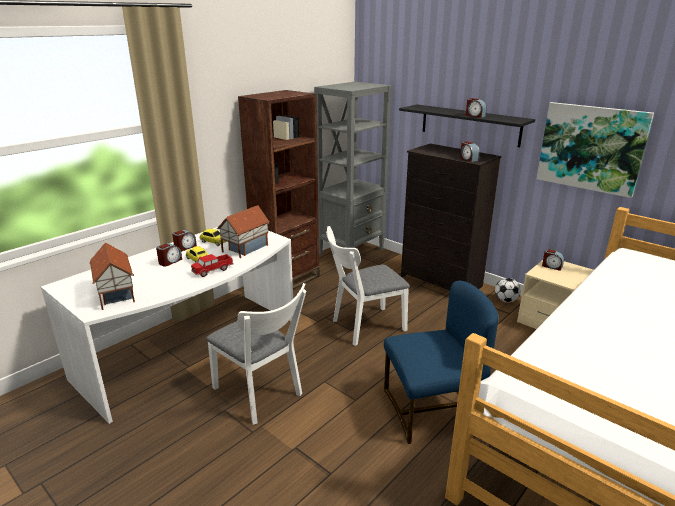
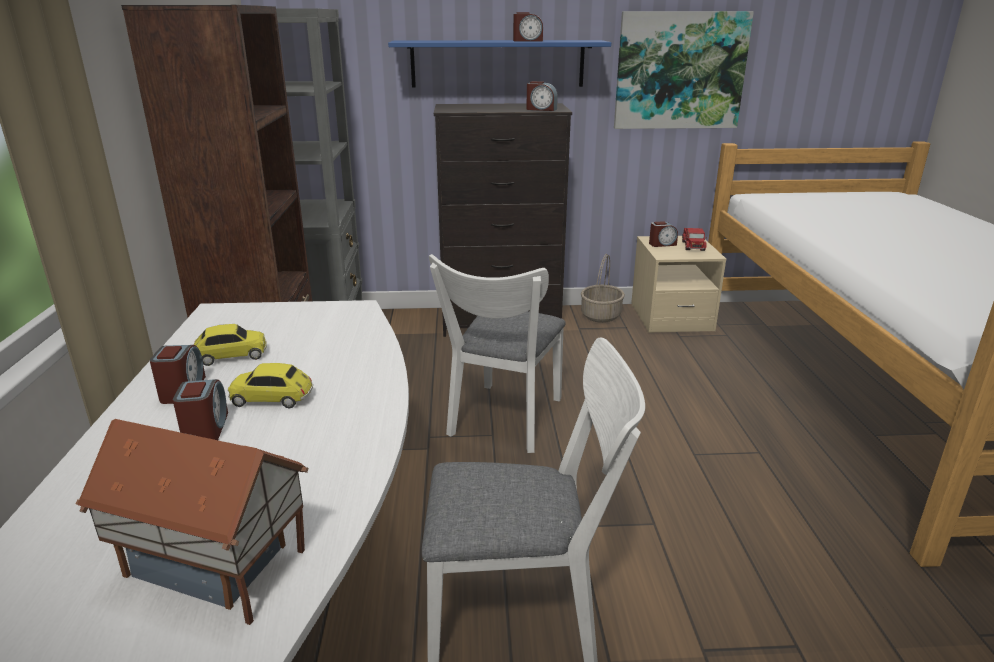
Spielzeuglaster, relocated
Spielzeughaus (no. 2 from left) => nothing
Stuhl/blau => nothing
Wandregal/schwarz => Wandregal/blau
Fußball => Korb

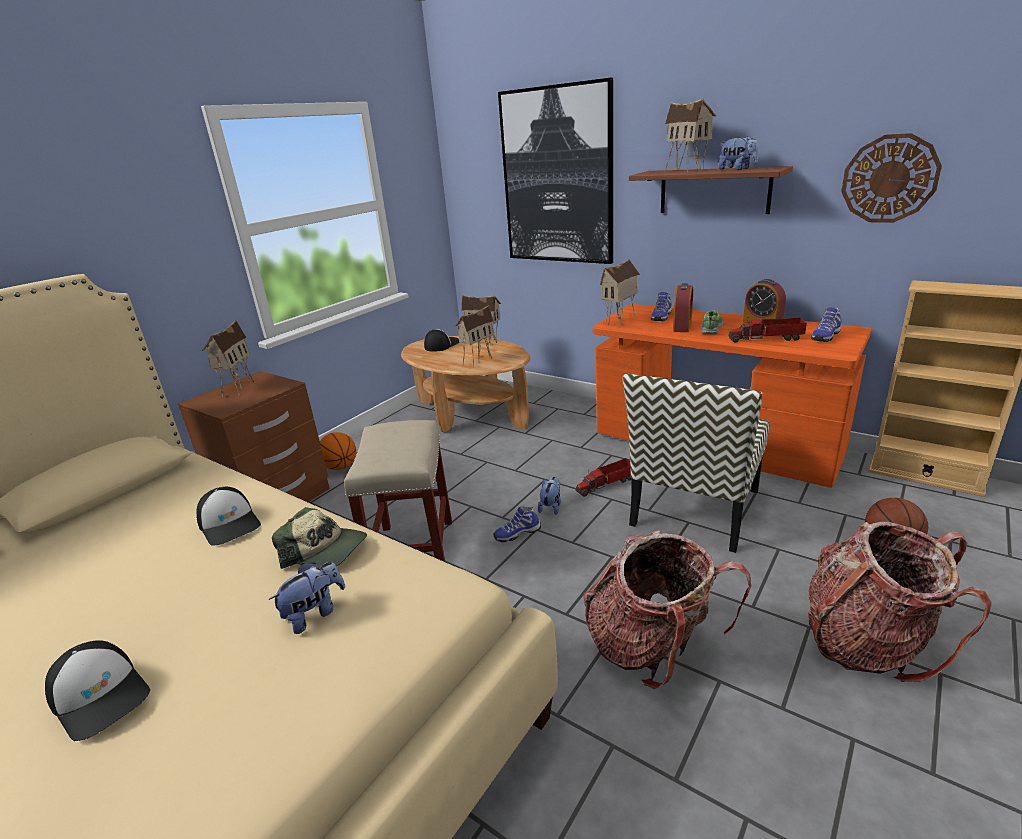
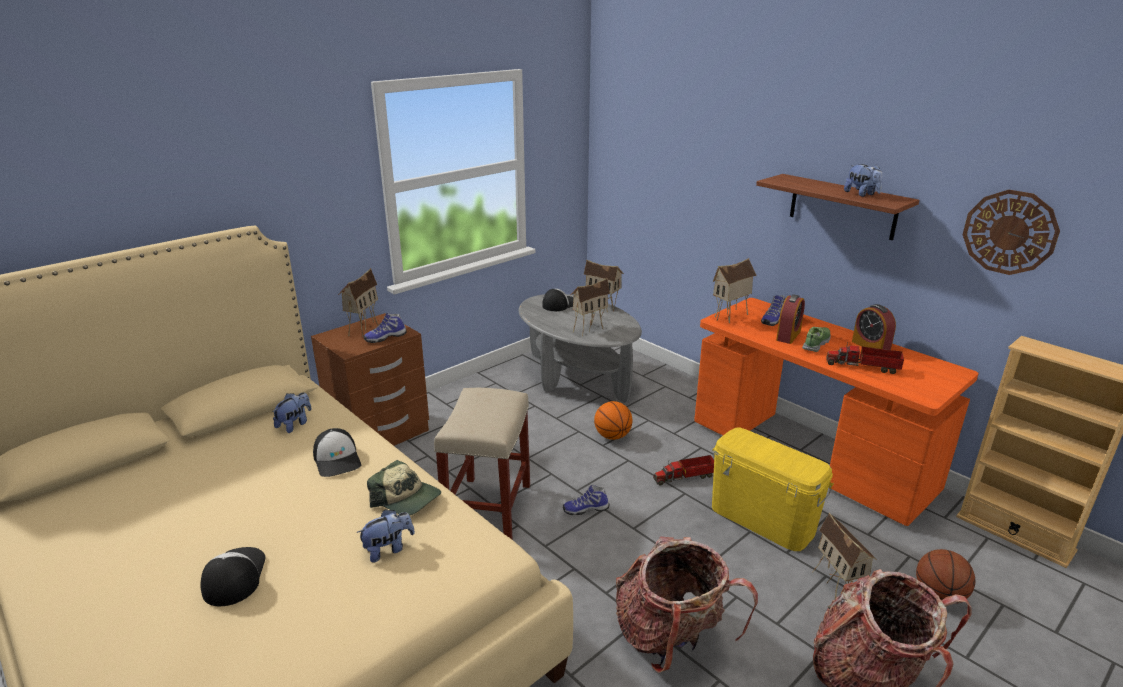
Kappe (no. 1 from left), 150 degrees counterclockwise
Basketball (no. 1 from left), relocated
Couchtisch/braun => Couchtisch/grau
Bild => nothing
Plüschtier (no. 2 from left in the first image) => Plüschtier (no. 1 from left), relocated
Stuhl => Aufbewahrungsbox/gelb
Spielzeughaus (no. 5 from left), relocated
Schuh (no. 4 from left in the first image) => Schuh (no. 1 from left), relocated

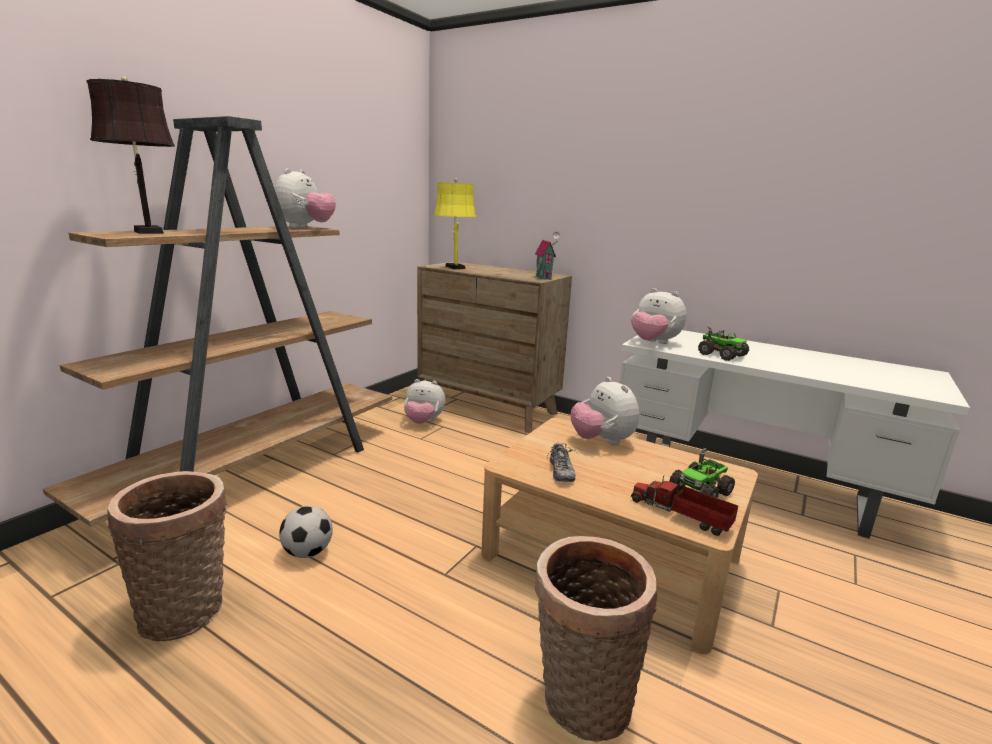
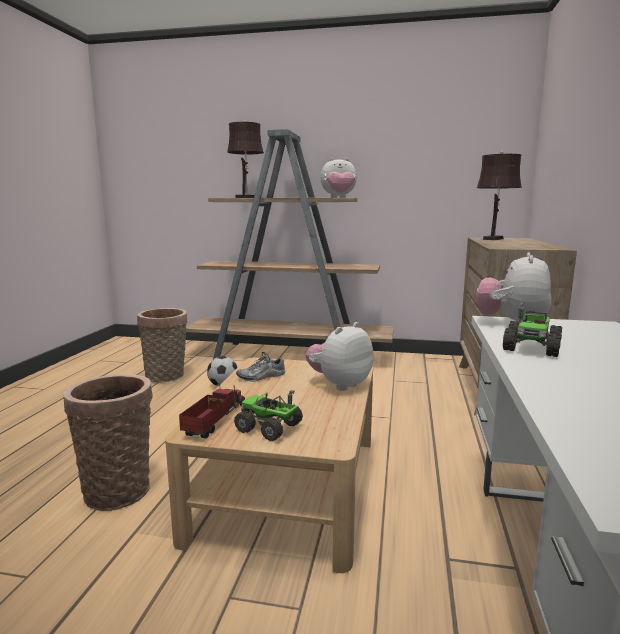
Plüschtier (no. 2 from left) => nothing
Tischlampe/gelb => Tischlampe/braun (no. 2 from left)
Spielzeughaus => nothing

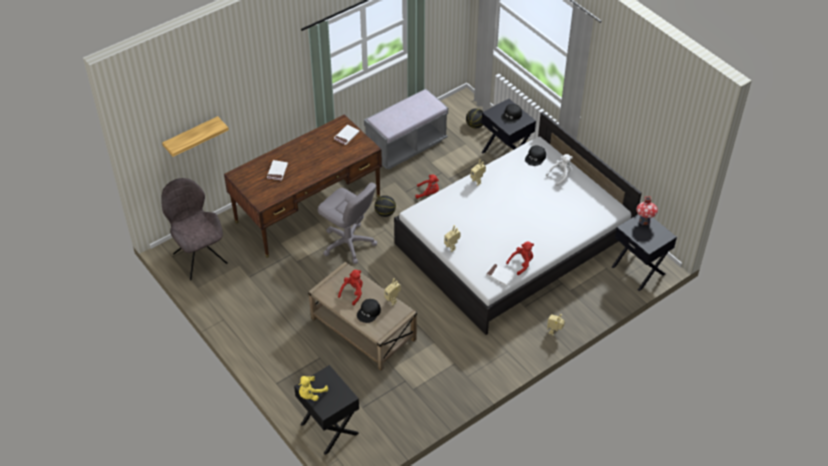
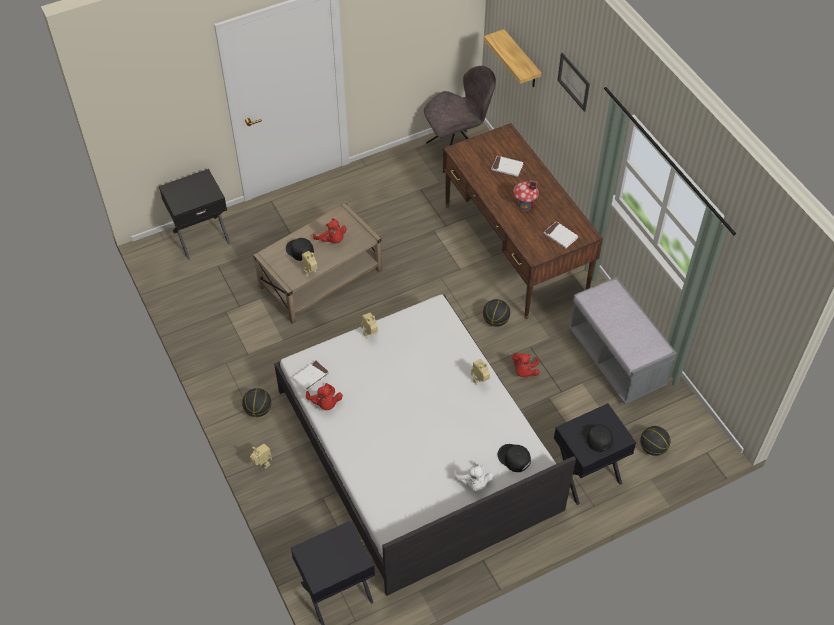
Plüschtier/gelb => nothing
Bürostuhl/grau => nothing
Spielzeughaus, relocated
nothing => Basketball (no. 1 from left)
nothing => Bild

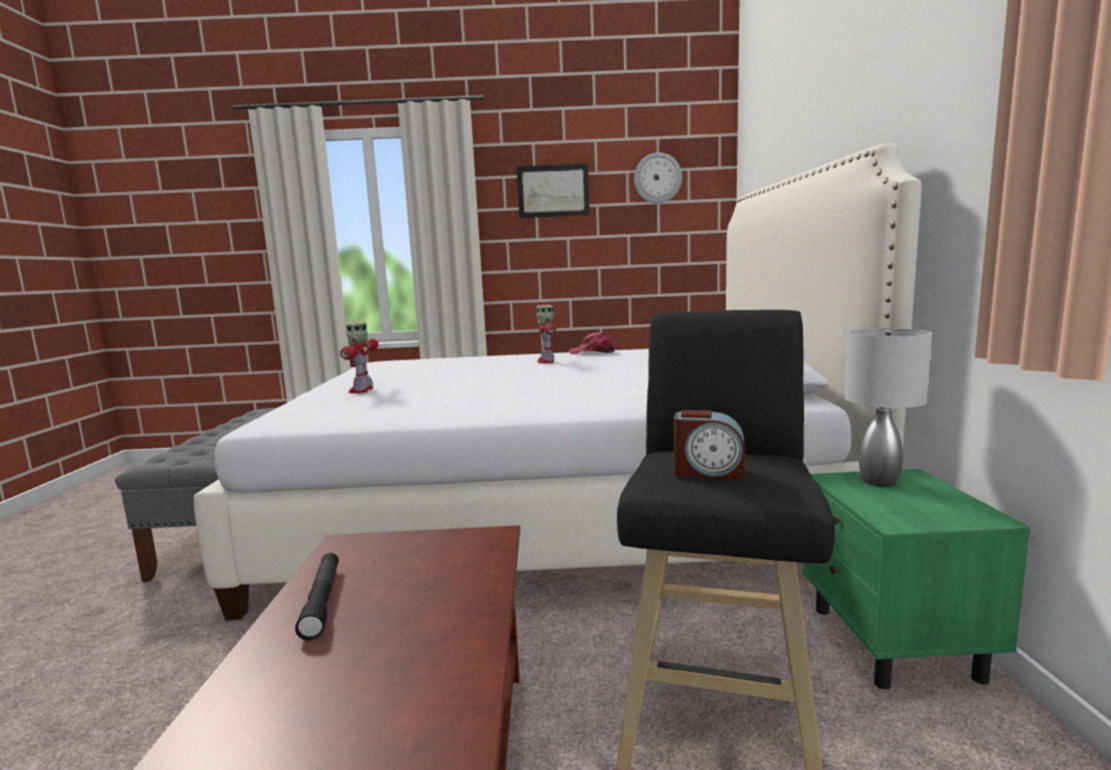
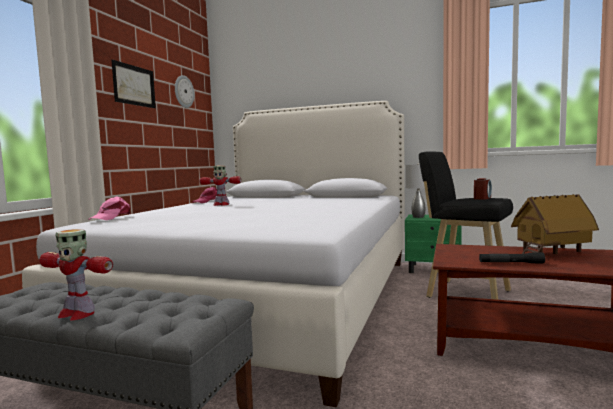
Spielzeugroboter (no. 1 from left), relocated
nothing => Kappe/rosa (no. 1 from left)
nothing => Spielzeughaus

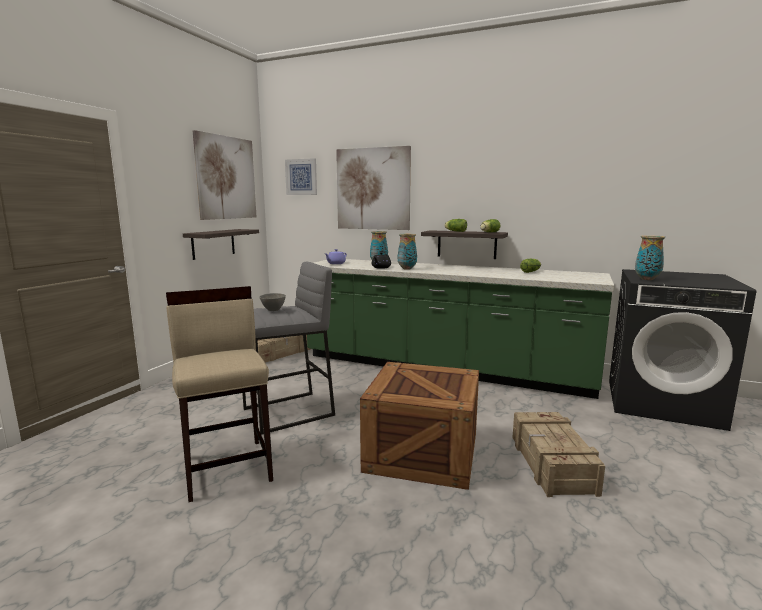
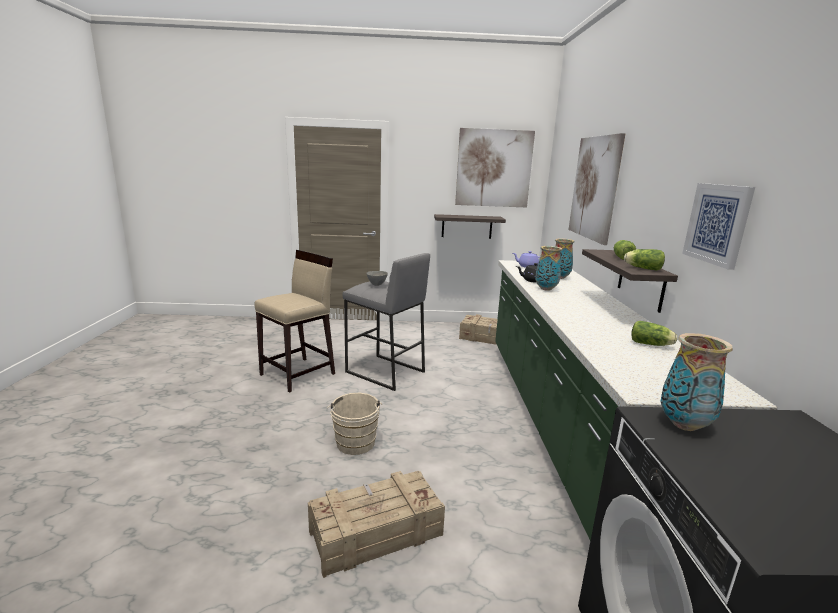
Bild (no. 2 from left in the first image) => Bild (no. 3 from left), relocated
Kiste (no. 2 from left) => Eimer/beige

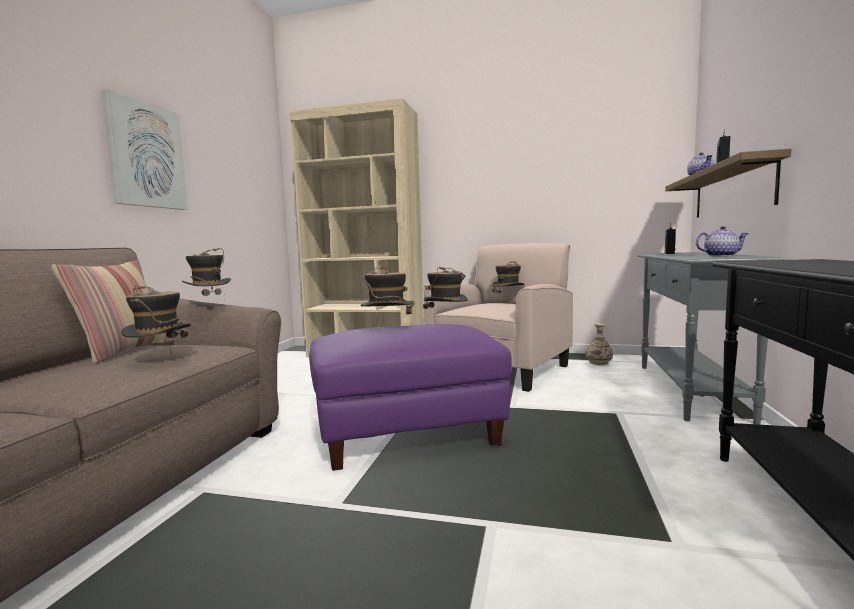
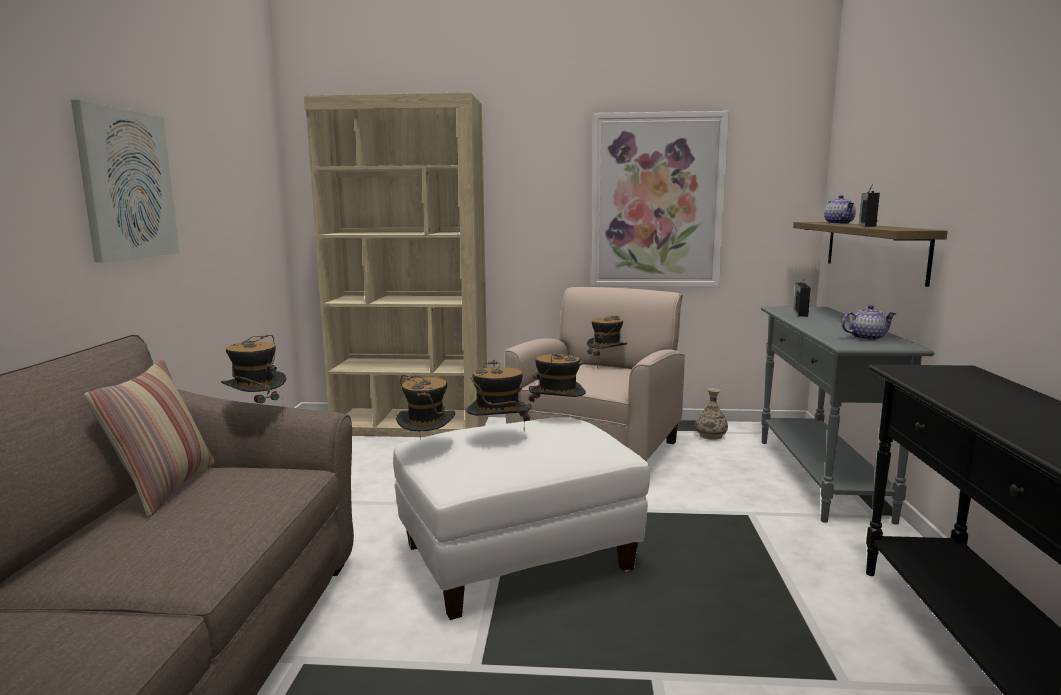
Hut (no. 1 from left in the first image) => Hut (no. 2 from left), relocated
Polsterhocker/lila => Polsterhocker/weiß
nothing => Bild (no. 2 from left)

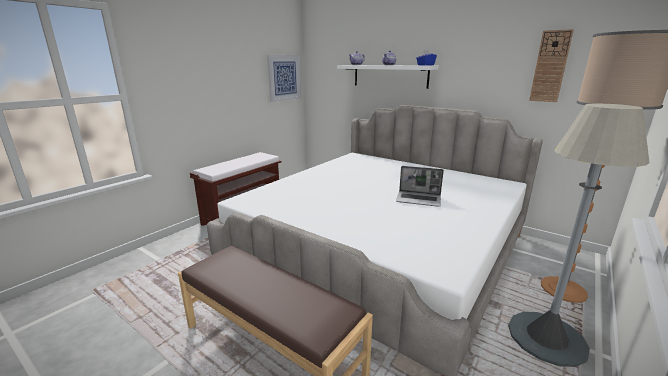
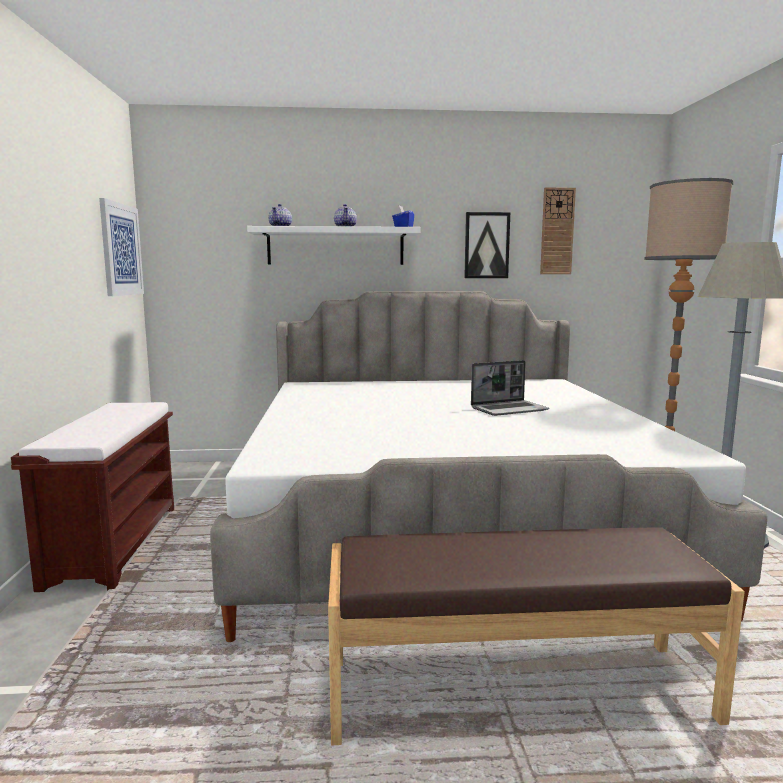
nothing => Bild (no. 2 from left)

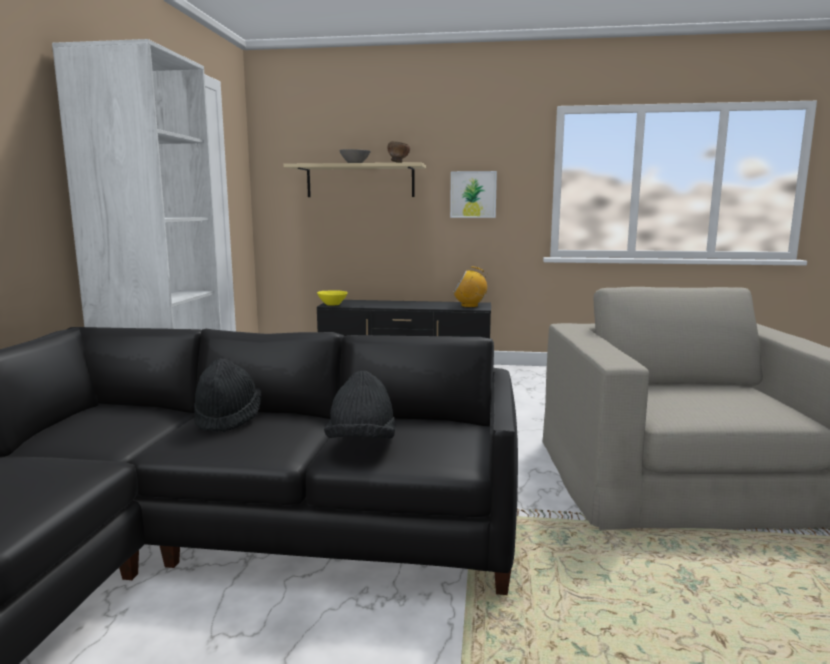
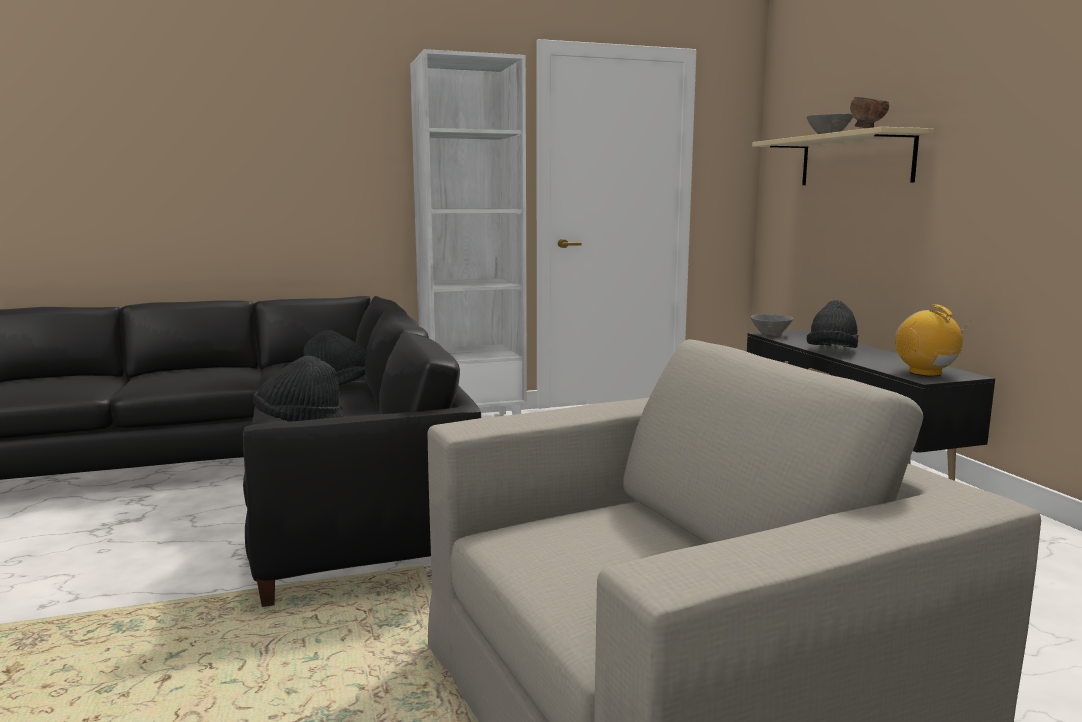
Schüssel/gelb => Schüssel/grau (no. 1 from left)
Bild => nothing
nothing => Hut/schwarz (no. 3 from left)

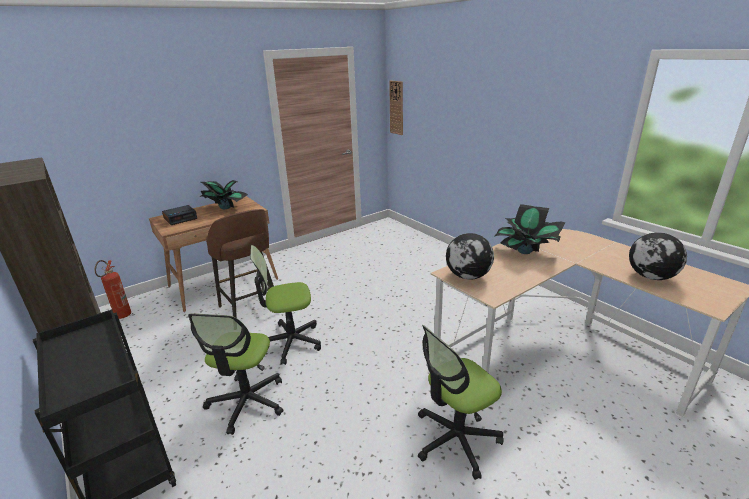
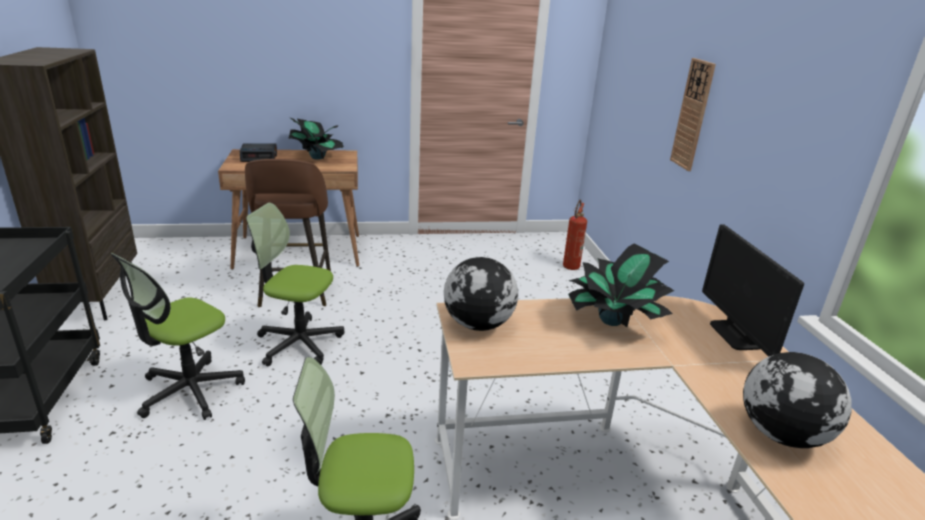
Feuerlöscher, relocated
Wanduhr, relocated
nothing => Monitor

